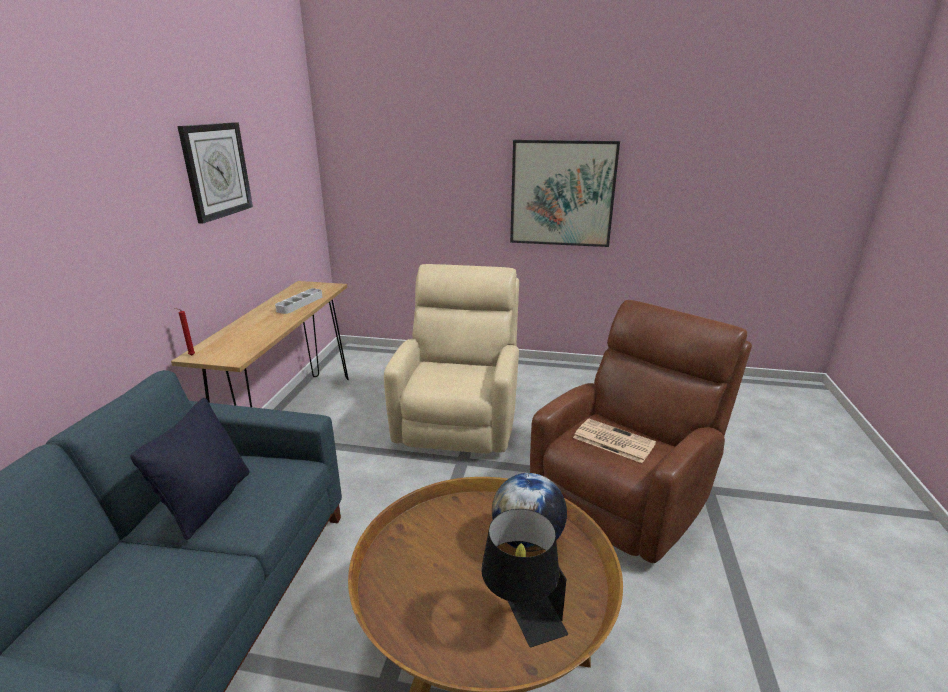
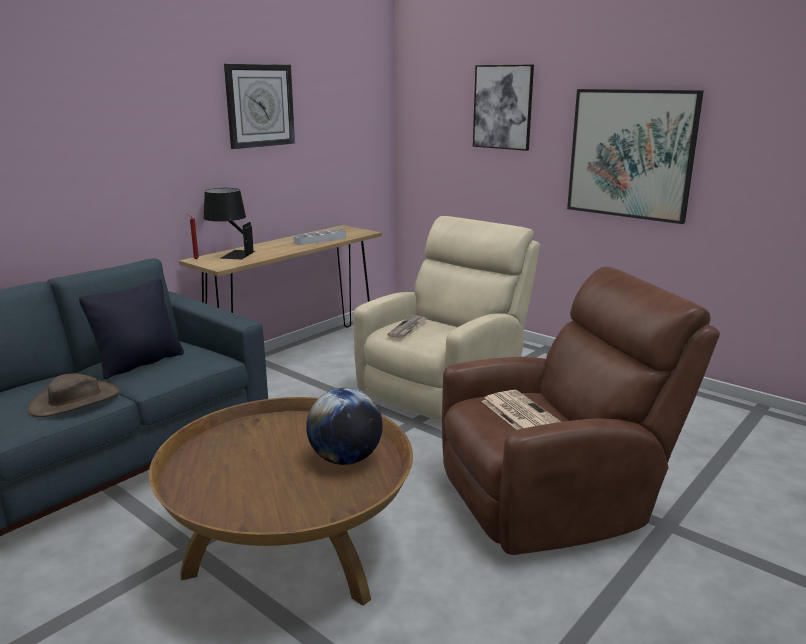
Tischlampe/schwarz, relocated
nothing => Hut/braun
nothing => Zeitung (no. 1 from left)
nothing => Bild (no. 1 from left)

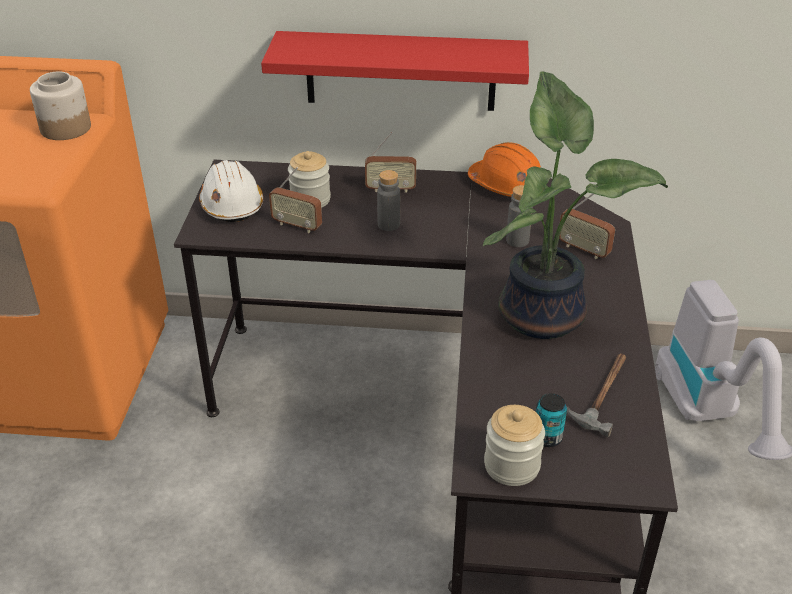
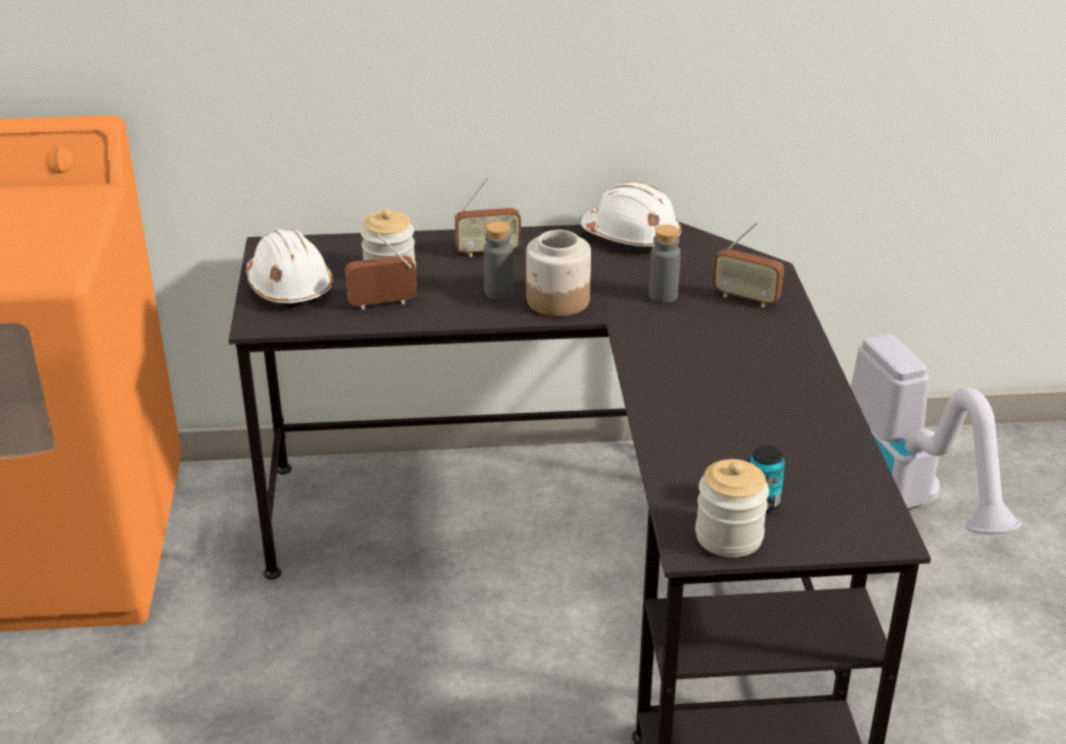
Vorratsglas (no. 1 from left in the first image) => Vorratsglas (no. 2 from left), relocated
Wandregal/rot => nothing
Radio (no. 1 from left), 150 degrees clockwise
Schutzhelm/orange => Schutzhelm/weiß (no. 2 from left)
Topfpflanze => nothing
Hammer => nothing

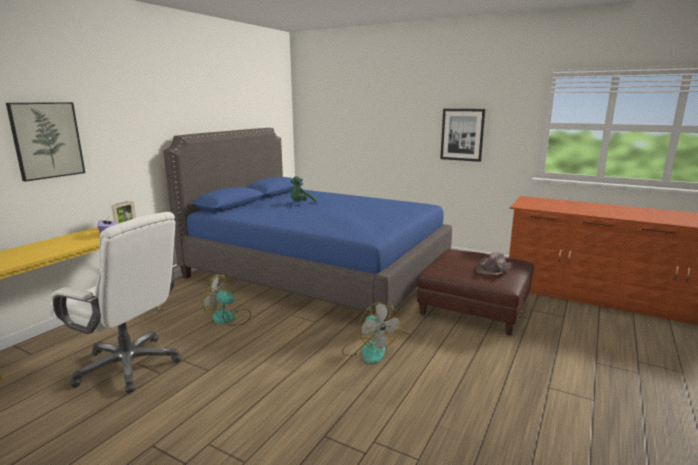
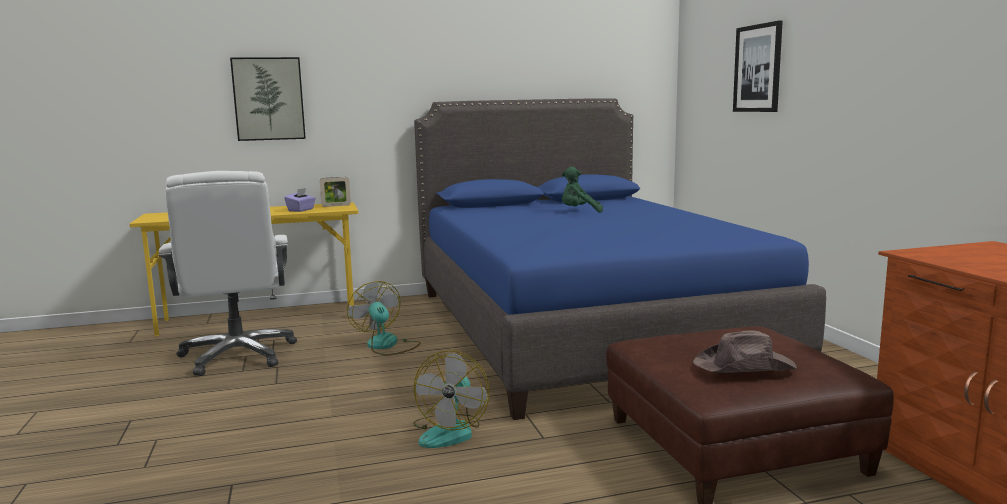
Bild (no. 2 from left), relocated

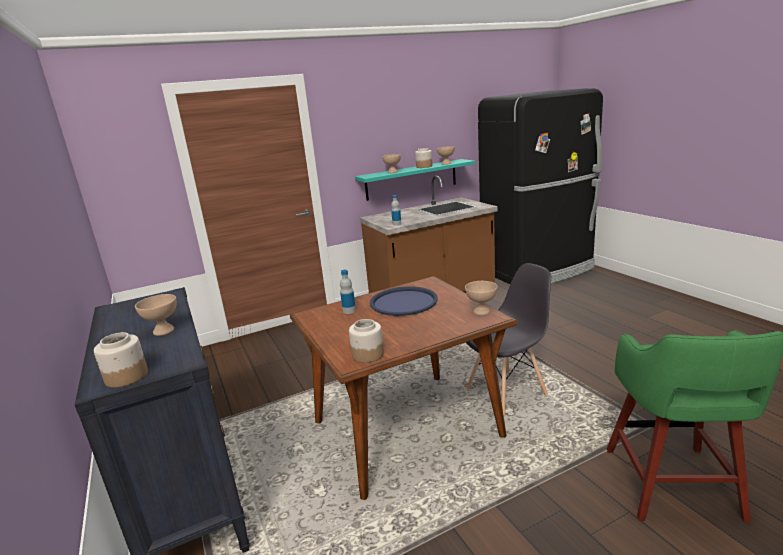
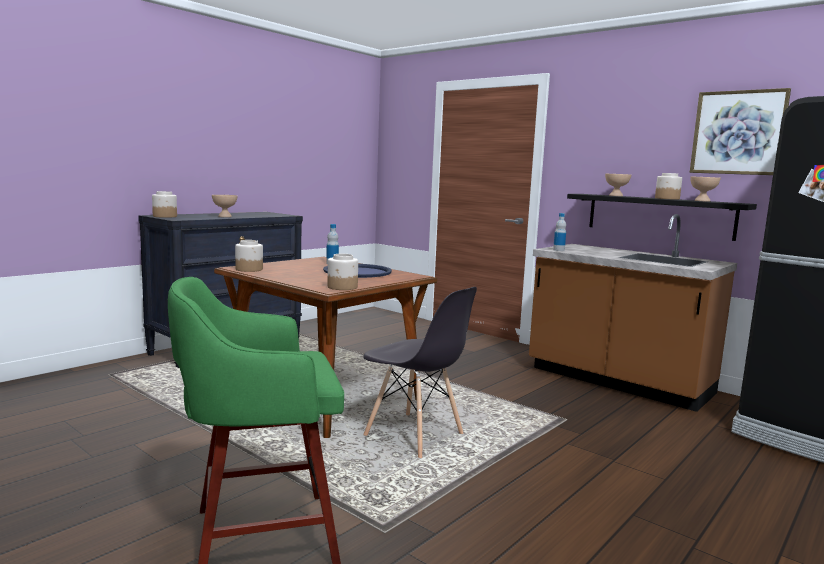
Wandregal/türkis => Wandregal/schwarz
Schüssel/beige (no. 4 from left) => Vorratsglas (no. 3 from left)
nothing => Bild

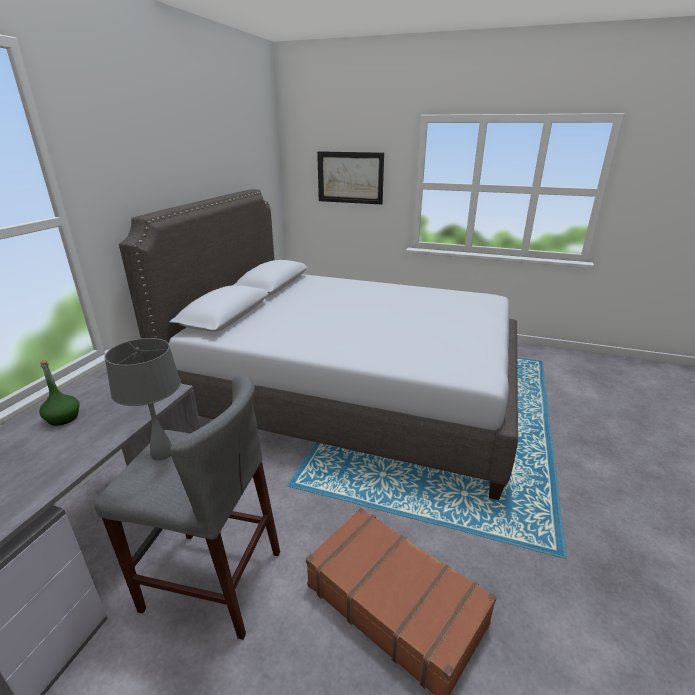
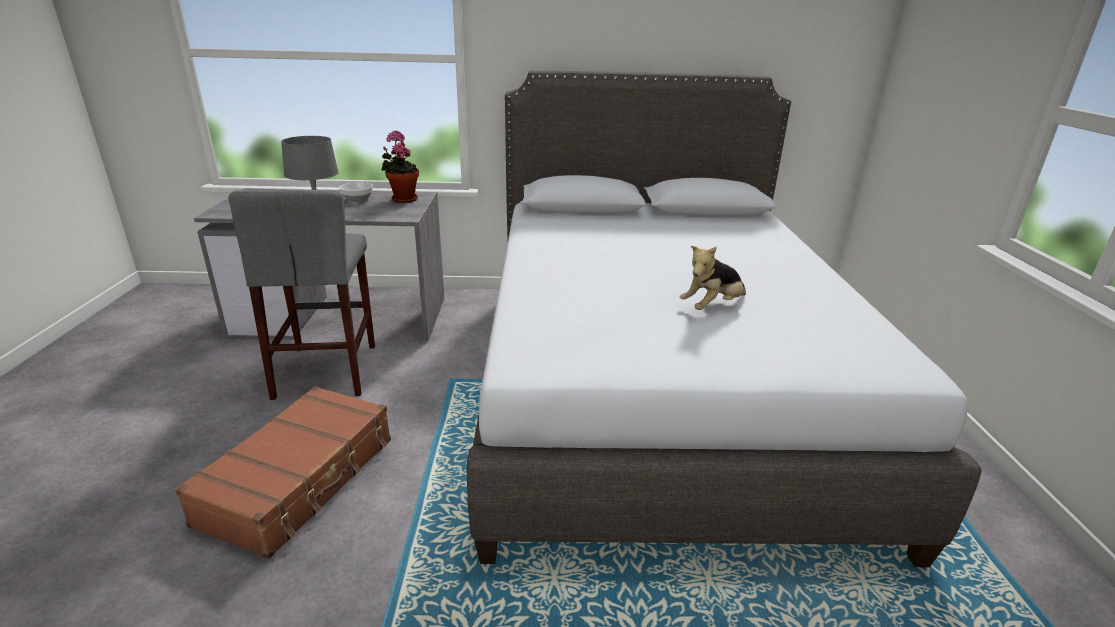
Flasche/grün => Schüssel
Bild => nothing
nothing => Topfpflanze
nothing => Plüschtier

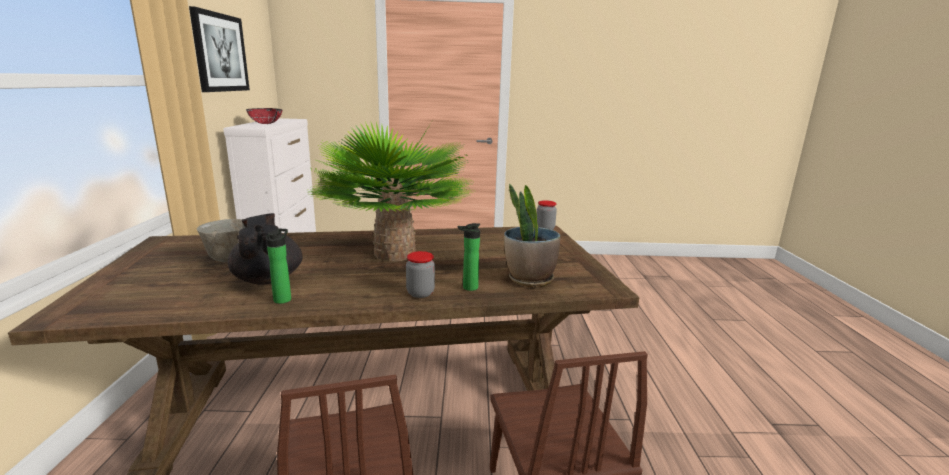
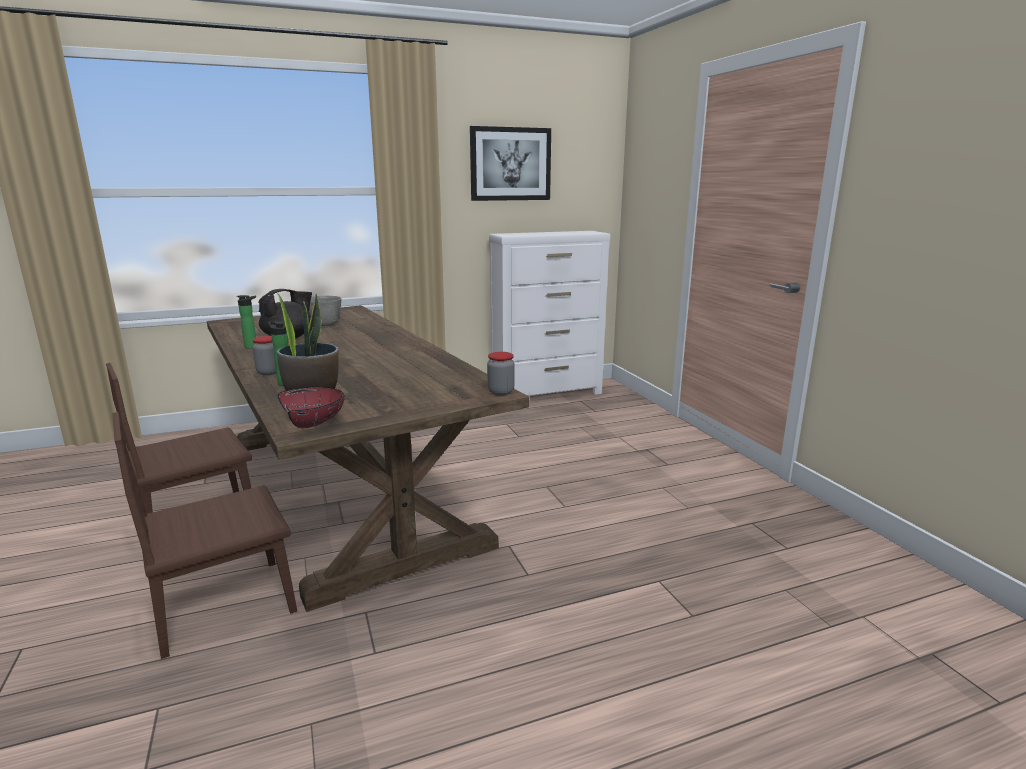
Schüssel/rot, relocated
Topfpflanze (no. 1 from left) => nothing

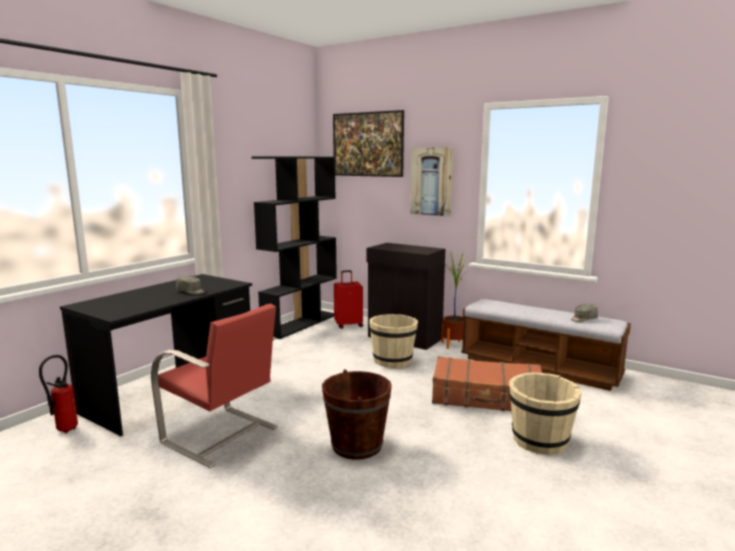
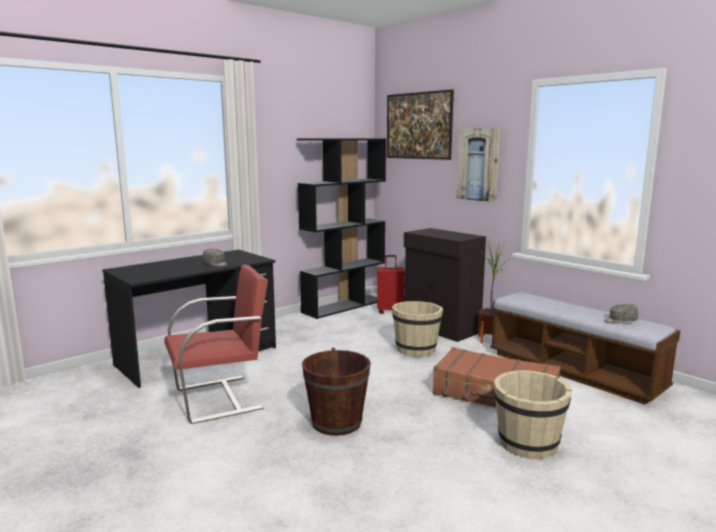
Feuerlöscher => nothing
Stuhl/rot, 75 degrees counterclockwise

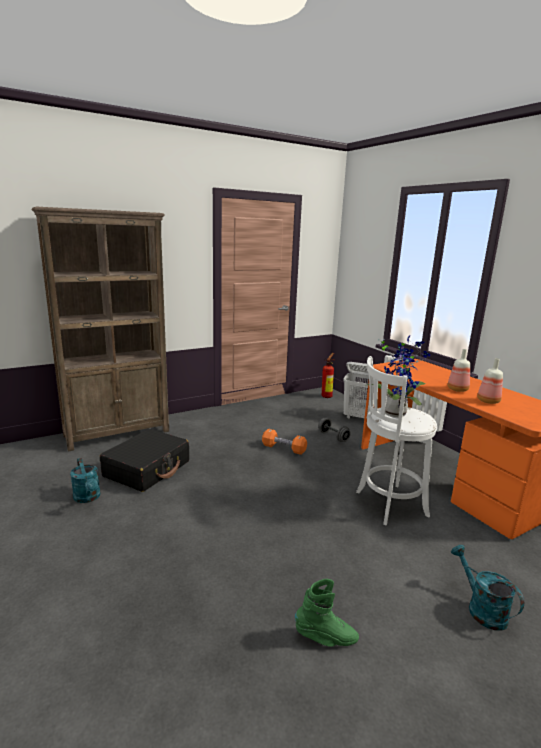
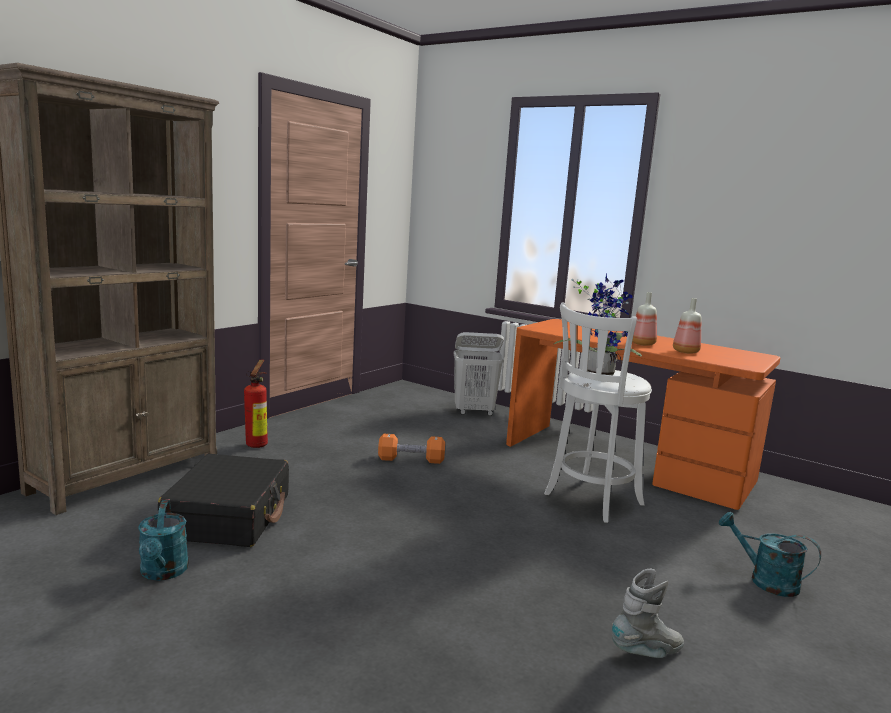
Gießkanne/türkis (no. 1 from left), 45 degrees clockwise
Stiefel/grün => Stiefel/grau
Hantel/grau => nothing
Feuerlöscher, relocated

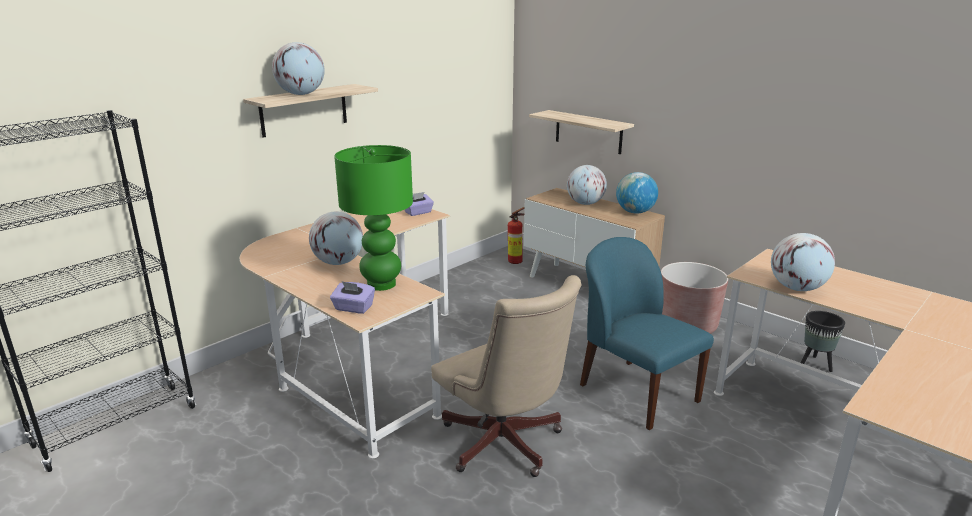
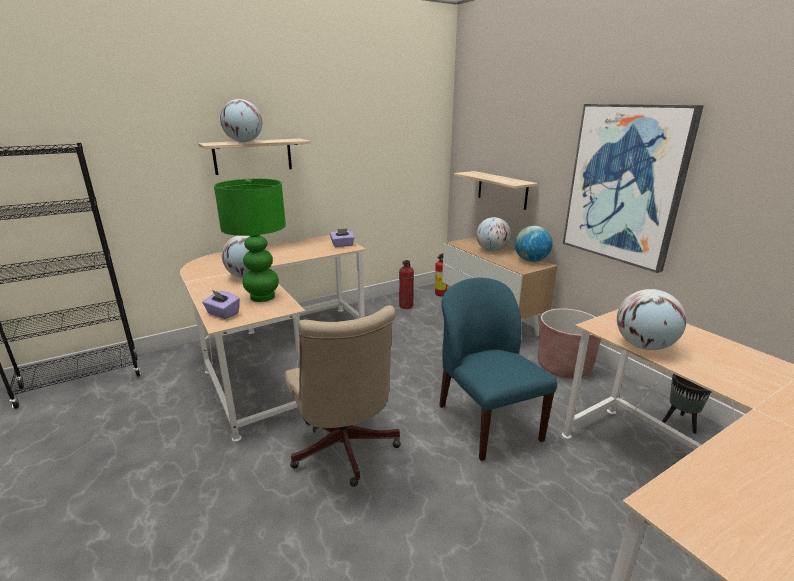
nothing => Feuerlöscher (no. 1 from left)
nothing => Bild

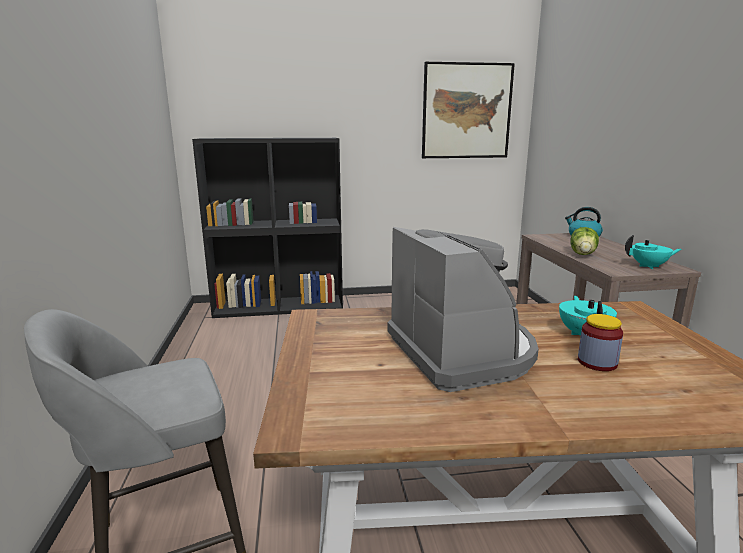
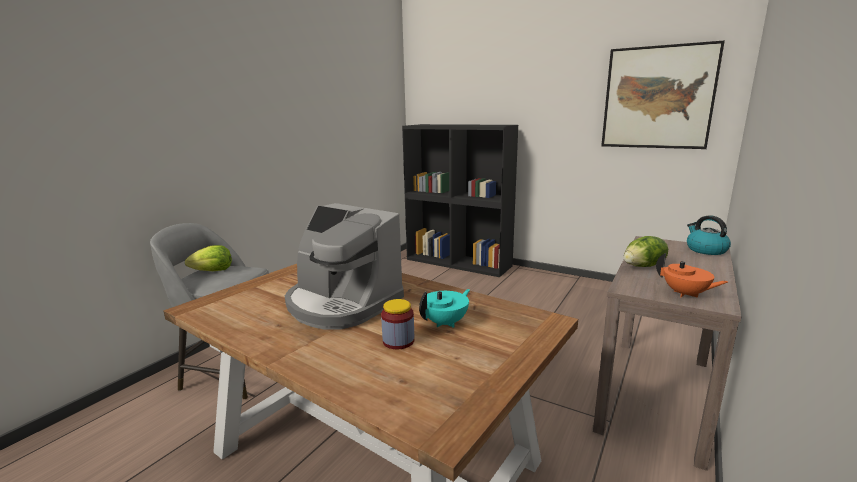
Kaffeemaschine, 105 degrees clockwise
Teekanne/türkis (no. 2 from left) => Teekanne/orange
nothing => Salatkopf (no. 1 from left)

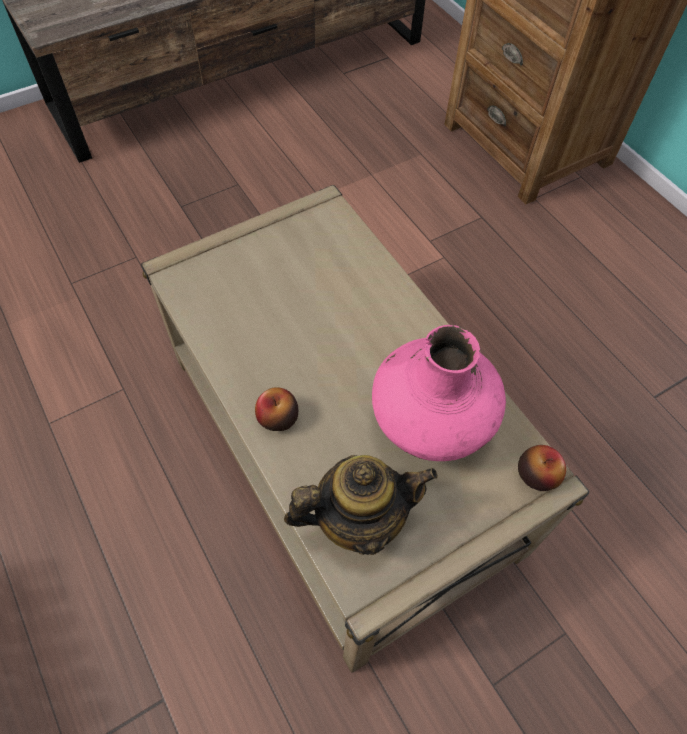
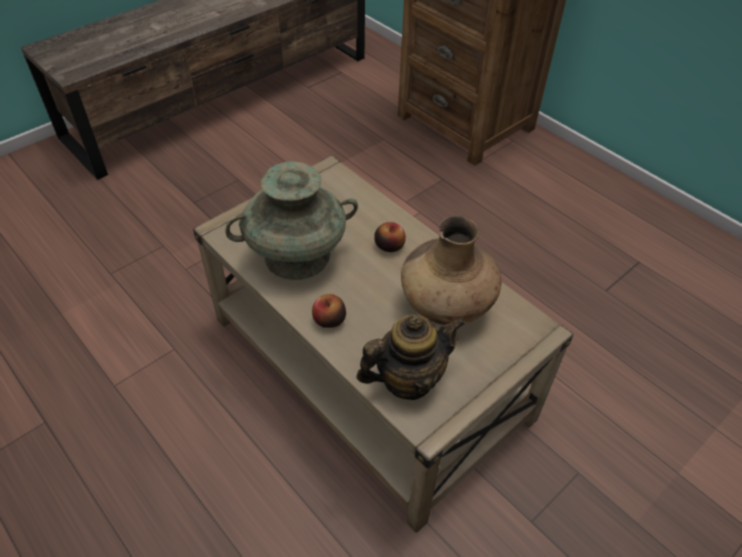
Vase/rosa => Vase/braun
Apfel (no. 2 from left), relocated
nothing => Vase/türkis

